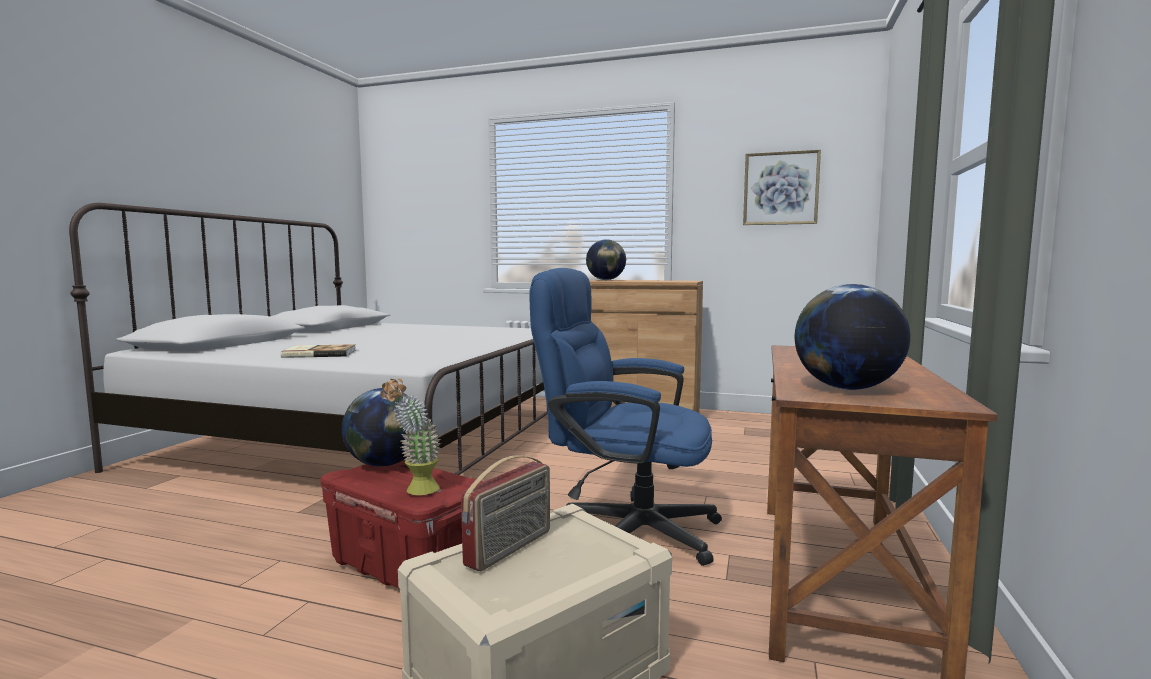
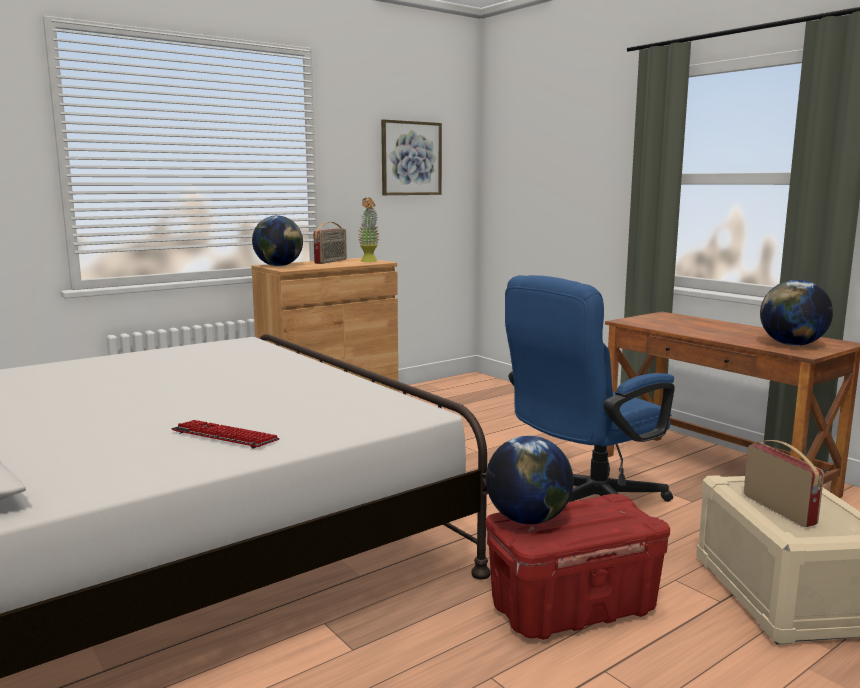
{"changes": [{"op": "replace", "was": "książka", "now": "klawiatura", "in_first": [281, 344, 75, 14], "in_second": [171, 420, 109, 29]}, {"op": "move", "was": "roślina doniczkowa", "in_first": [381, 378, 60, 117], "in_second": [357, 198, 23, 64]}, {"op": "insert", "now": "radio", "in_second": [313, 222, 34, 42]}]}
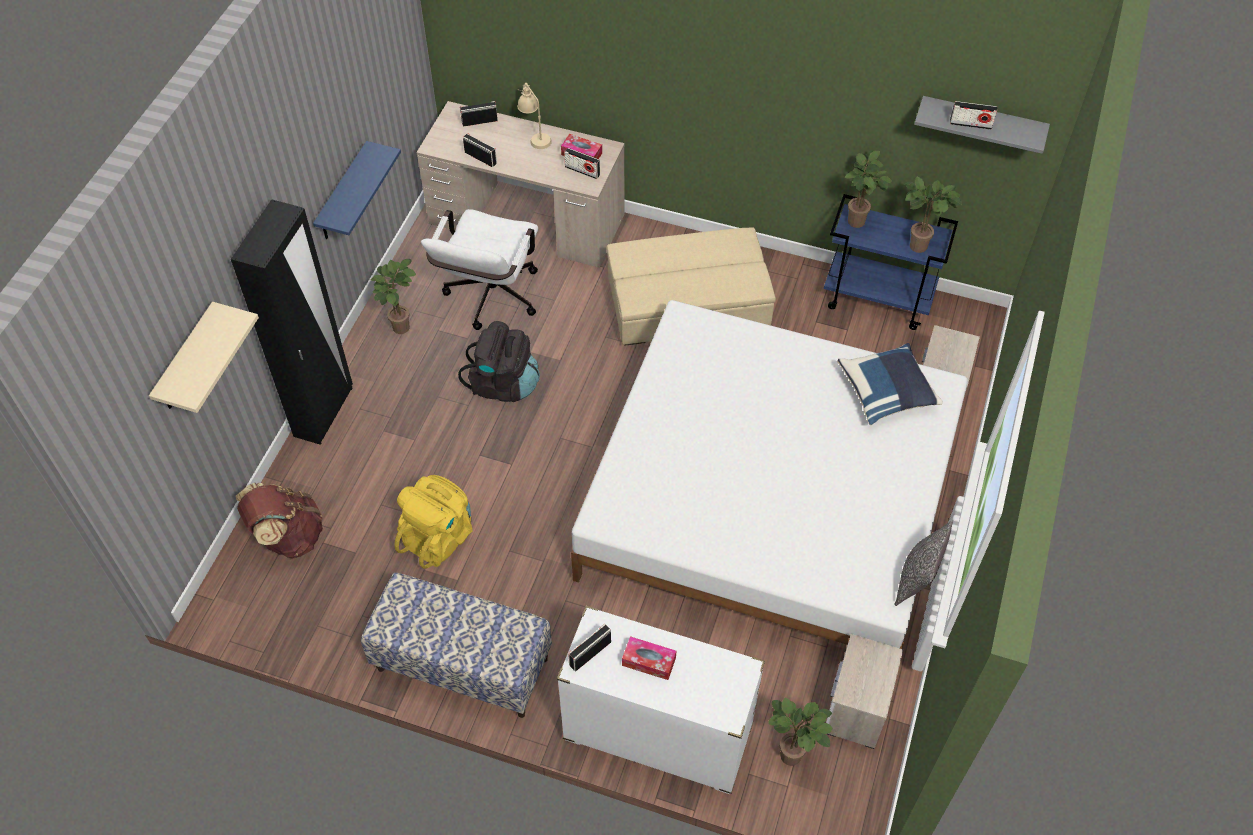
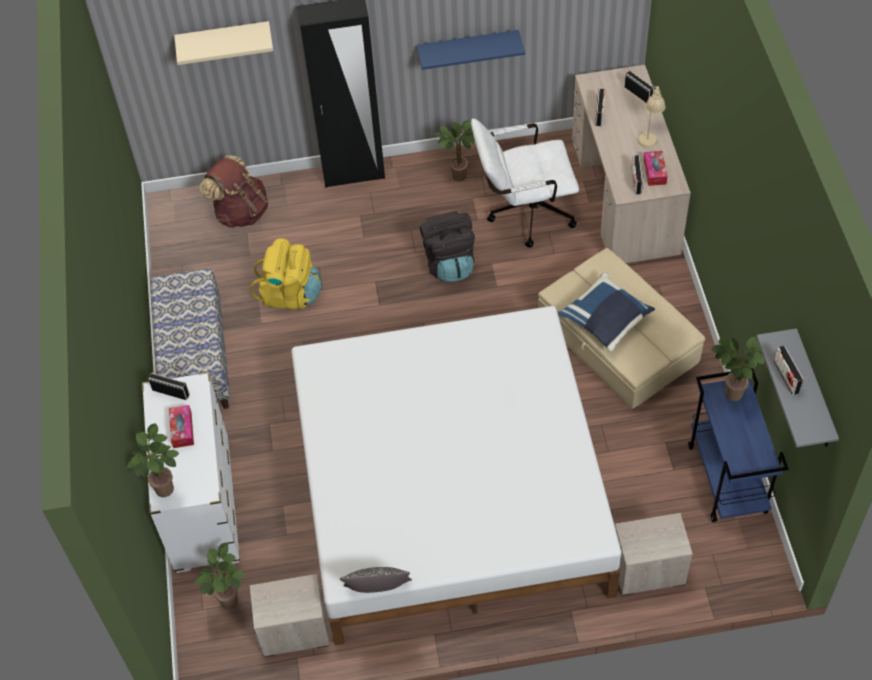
{"changes": [{"op": "move", "was": "roślina doniczkowa", "in_first": [905, 177, 57, 76], "in_second": [127, 423, 52, 74]}, {"op": "move", "was": "poduszka (niebieski)", "in_first": [837, 343, 106, 82], "in_second": [558, 272, 97, 80]}]}
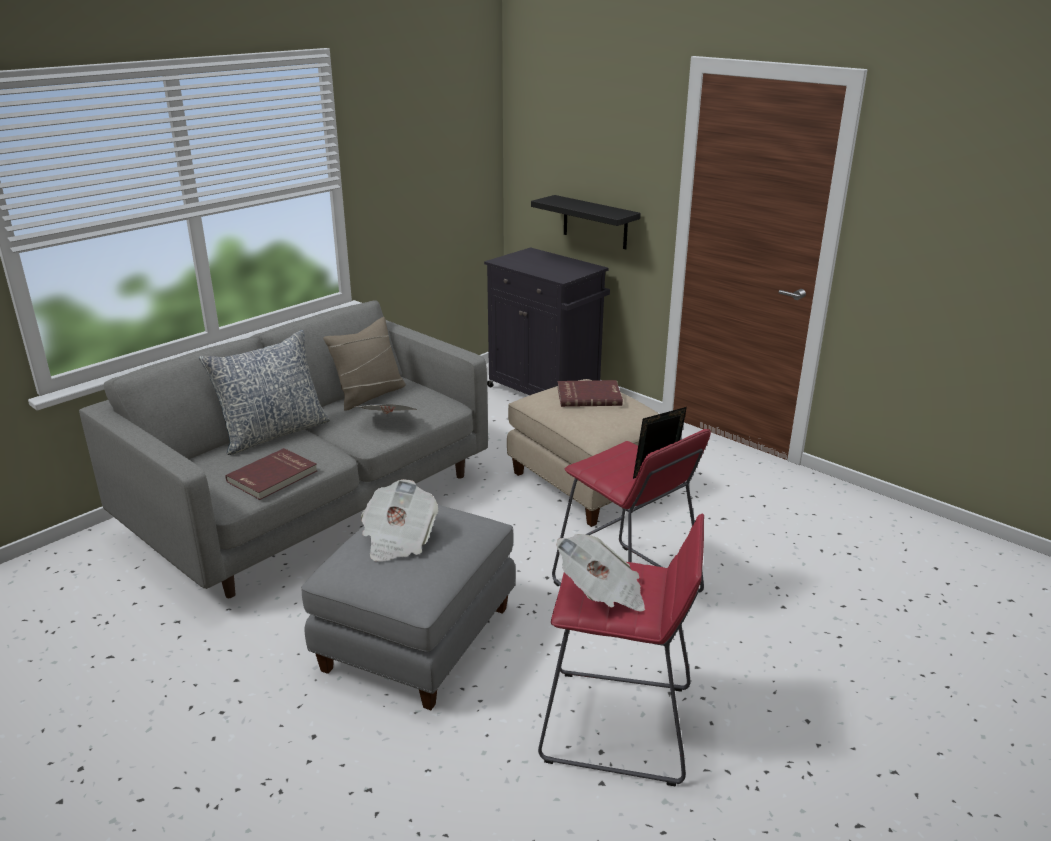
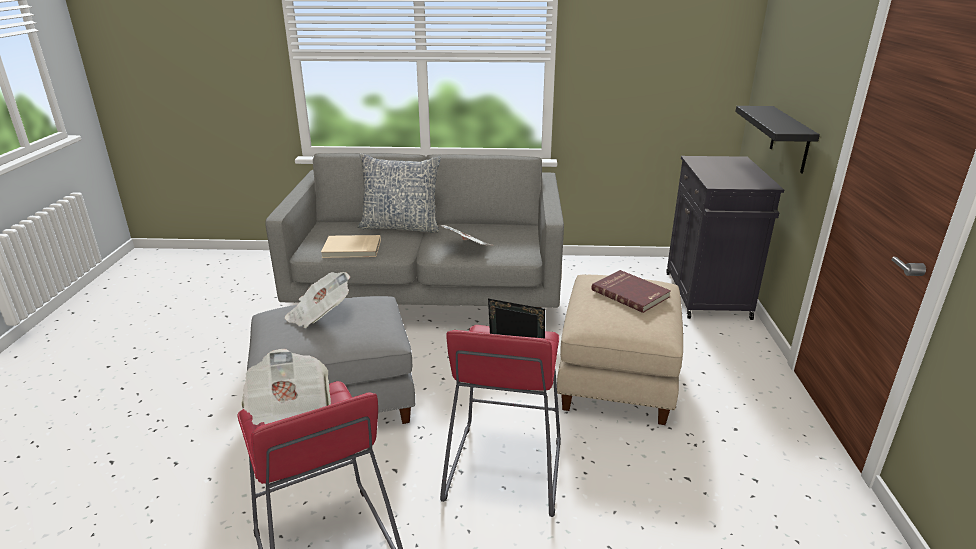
{"changes": [{"op": "delete", "was": "poduszka (beżowy)", "in_first": [323, 317, 83, 94]}, {"op": "recolor", "was": "książka (czerwony)", "now": "książka (beżowy)", "in_first": [225, 448, 92, 52], "in_second": [321, 235, 60, 23]}]}
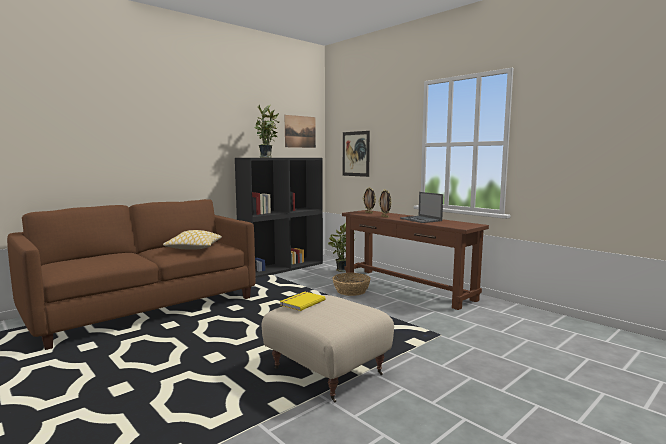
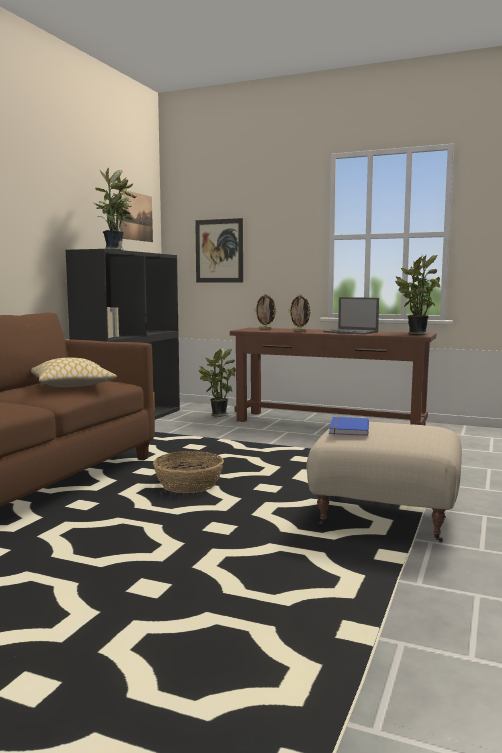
{"changes": [{"op": "move", "was": "koszyk", "in_first": [332, 273, 39, 23], "in_second": [153, 451, 71, 42]}, {"op": "recolor", "was": "książka (żółty)", "now": "książka (niebieski)", "in_first": [279, 292, 46, 19], "in_second": [329, 417, 40, 19]}, {"op": "insert", "now": "roślina doniczkowa", "in_second": [395, 255, 45, 80]}]}
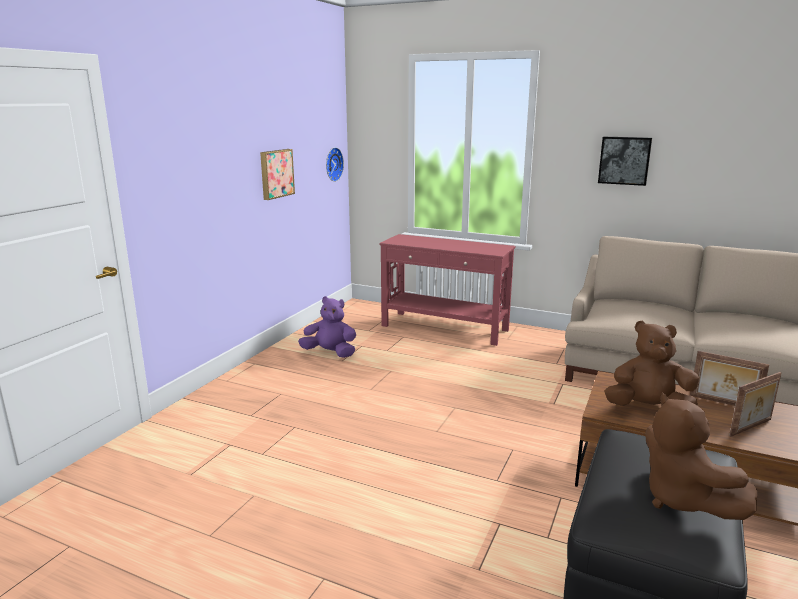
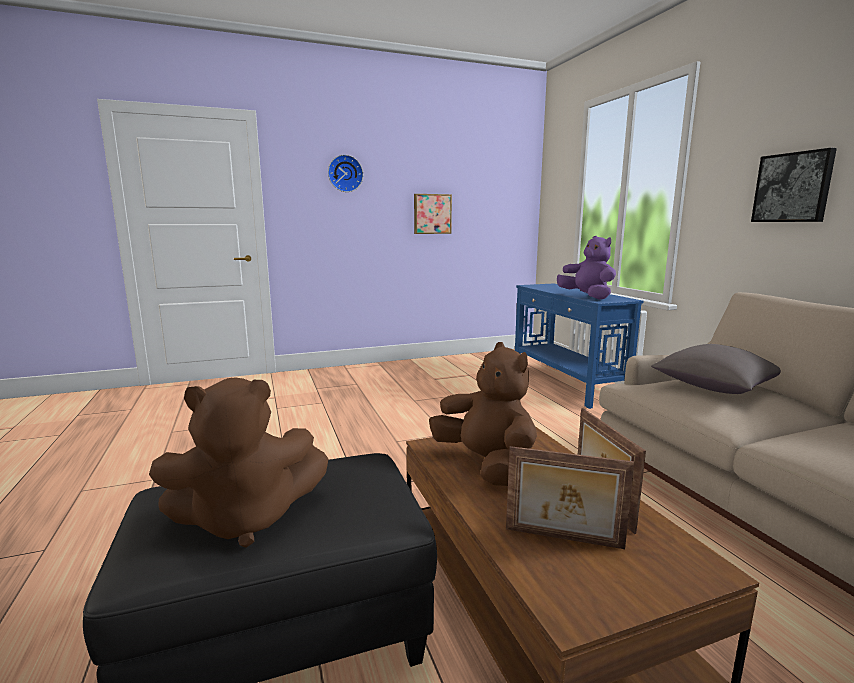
{"changes": [{"op": "move", "was": "zegar ścienny", "in_first": [326, 147, 18, 35], "in_second": [328, 155, 35, 37]}, {"op": "recolor", "was": "stolik konsolowy (czerwony)", "now": "stolik konsolowy (niebieski)", "in_first": [379, 234, 136, 112], "in_second": [515, 283, 128, 126]}, {"op": "move", "was": "pluszak (fioletowy)", "in_first": [298, 296, 58, 62], "in_second": [557, 236, 59, 63]}, {"op": "rotate", "was": "pluszak (brązowy)", "in_first": [645, 393, 112, 127], "in_second": [149, 377, 179, 171], "clockwise": -135}, {"op": "insert", "now": "poduszka (szary)", "in_second": [651, 344, 130, 50]}]}
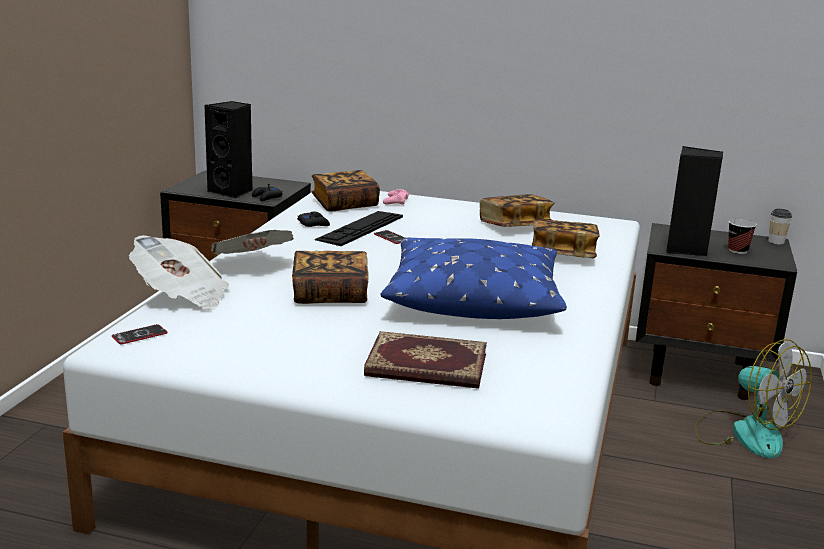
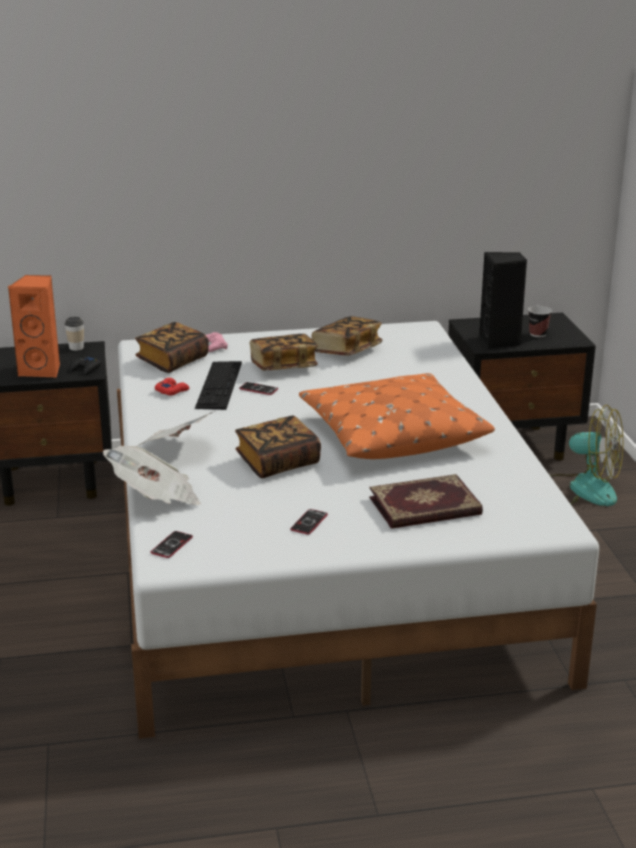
{"changes": [{"op": "recolor", "was": "głośnik (czarny)", "now": "głośnik (pomarańczowy)", "in_first": [204, 101, 49, 98], "in_second": [8, 275, 52, 103]}, {"op": "move", "was": "filiżanka", "in_first": [769, 209, 23, 35], "in_second": [65, 317, 19, 34]}, {"op": "recolor", "was": "pad do gier (czarny)", "now": "pad do gier (czerwony)", "in_first": [297, 212, 33, 15], "in_second": [155, 378, 34, 18]}, {"op": "move", "was": "książka", "in_first": [532, 219, 68, 39], "in_second": [250, 334, 68, 36]}, {"op": "recolor", "was": "poduszka (niebieski)", "now": "poduszka (pomarańczowy)", "in_first": [380, 238, 187, 81], "in_second": [299, 373, 196, 86]}, {"op": "insert", "now": "telefon", "in_second": [290, 509, 38, 26]}]}
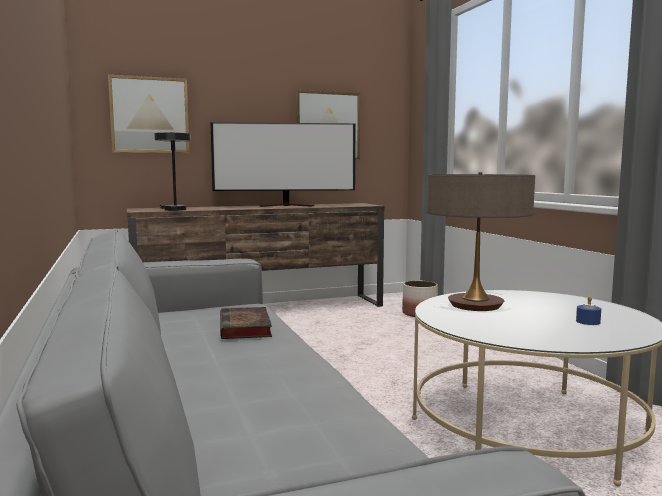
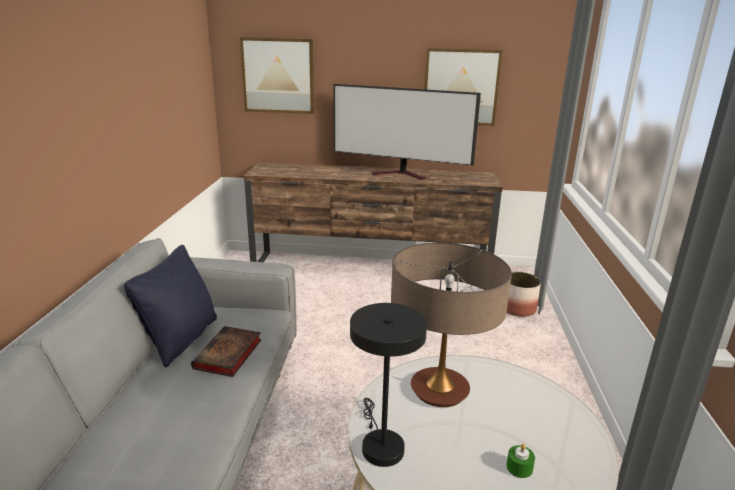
{"changes": [{"op": "move", "was": "lampa stołowa (czarny)", "in_first": [154, 132, 37, 79], "in_second": [350, 303, 77, 164]}, {"op": "recolor", "was": "świeca (niebieski)", "now": "świeca (zielony)", "in_first": [576, 296, 25, 29], "in_second": [506, 444, 29, 34]}, {"op": "insert", "now": "poduszka (czarny)", "in_second": [124, 245, 93, 122]}]}
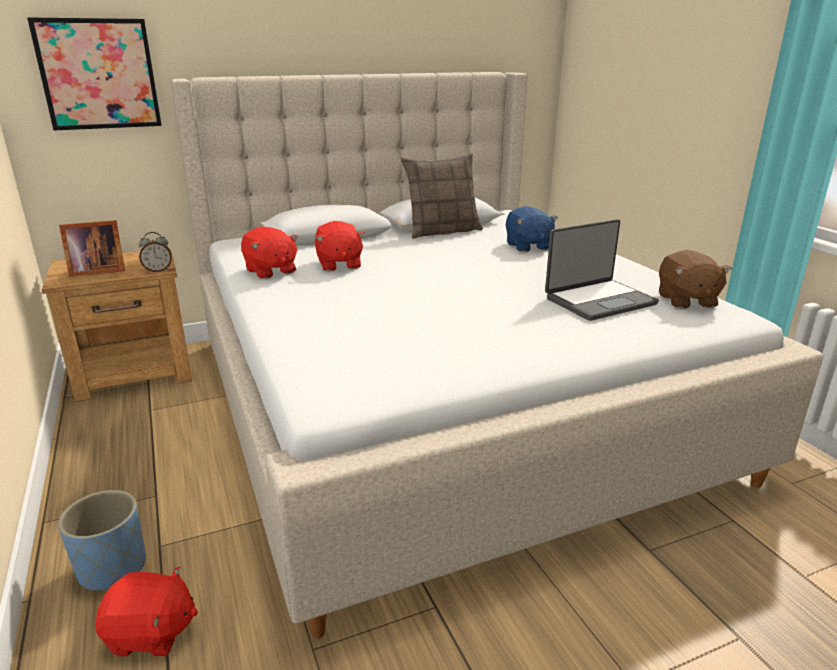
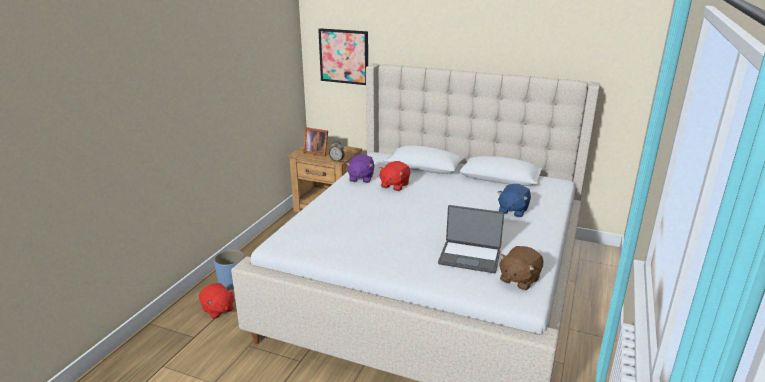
{"changes": [{"op": "delete", "was": "poduszka", "in_first": [401, 152, 82, 87]}, {"op": "recolor", "was": "pluszak (czerwony)", "now": "pluszak (fioletowy)", "in_first": [241, 227, 57, 52], "in_second": [346, 154, 28, 29]}]}
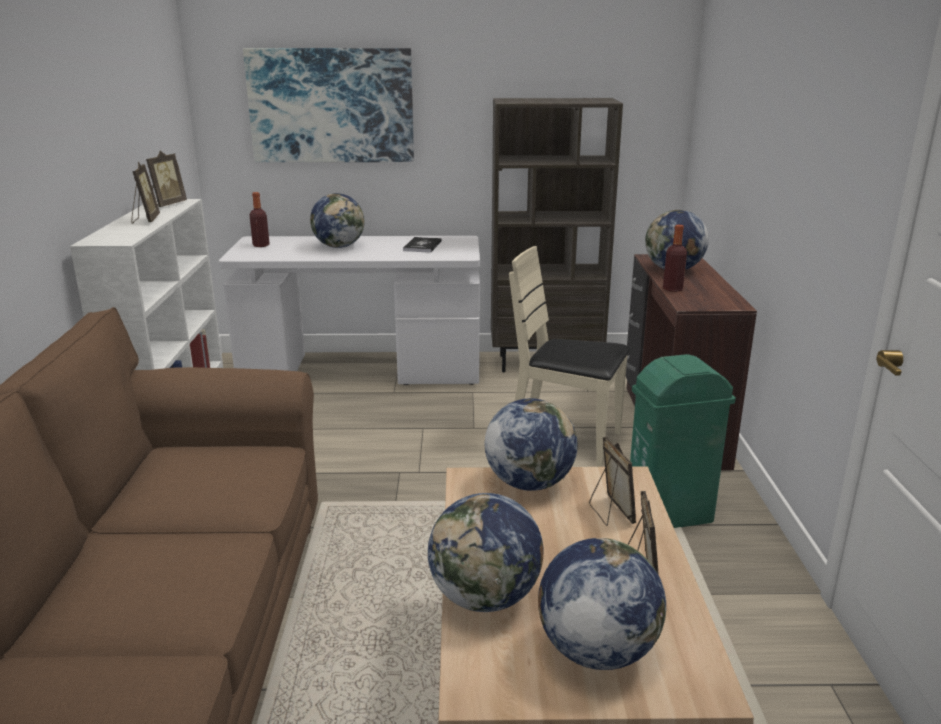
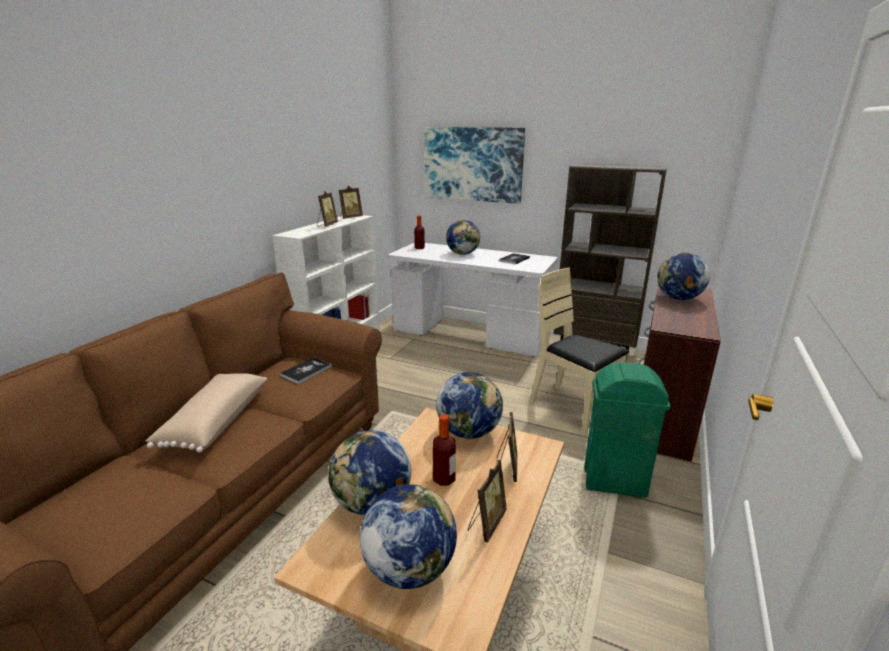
{"changes": [{"op": "move", "was": "butelka", "in_first": [663, 225, 24, 67], "in_second": [433, 414, 23, 72]}, {"op": "insert", "now": "książka", "in_second": [280, 357, 52, 27]}, {"op": "insert", "now": "poduszka (beżowy)", "in_second": [146, 373, 121, 80]}]}
